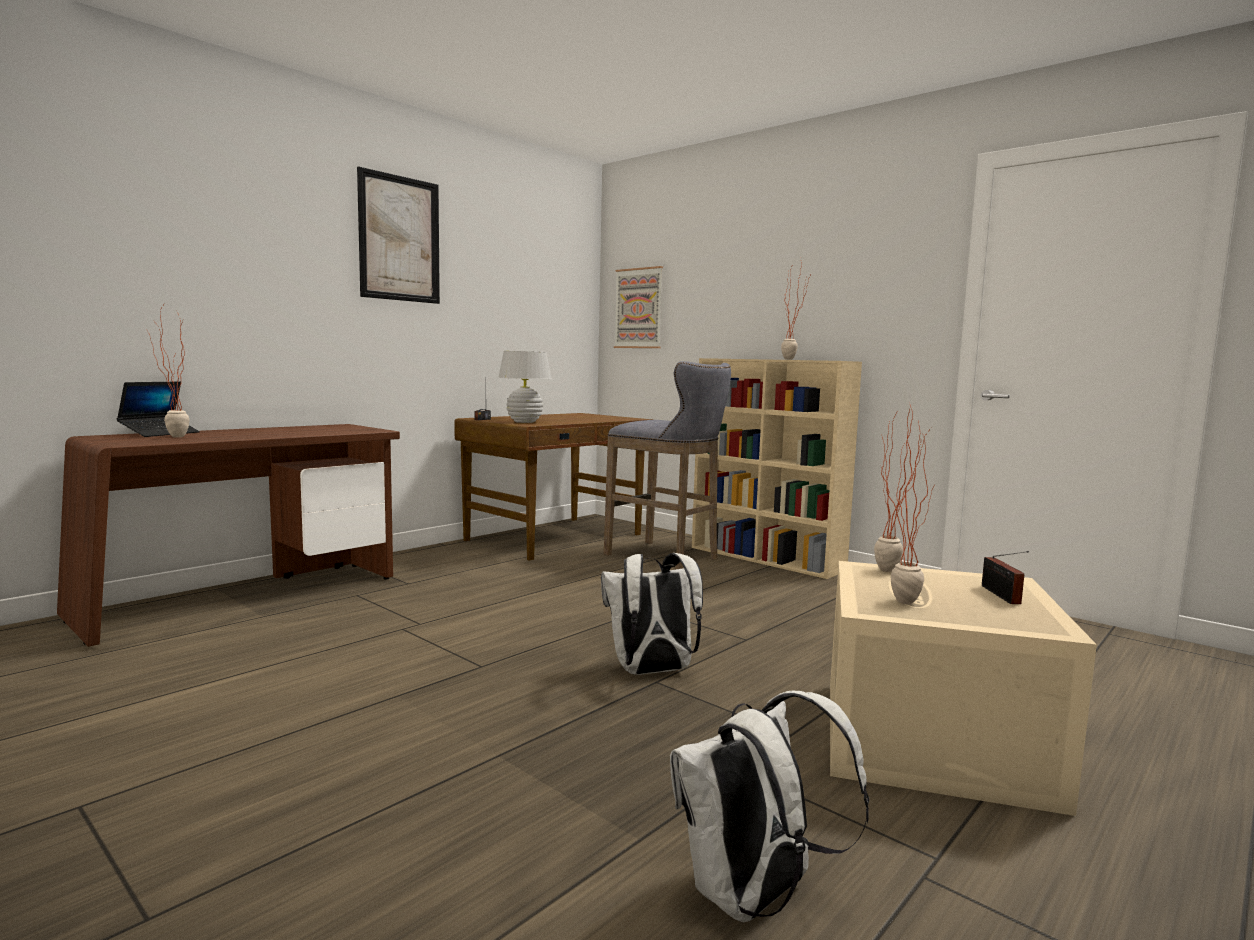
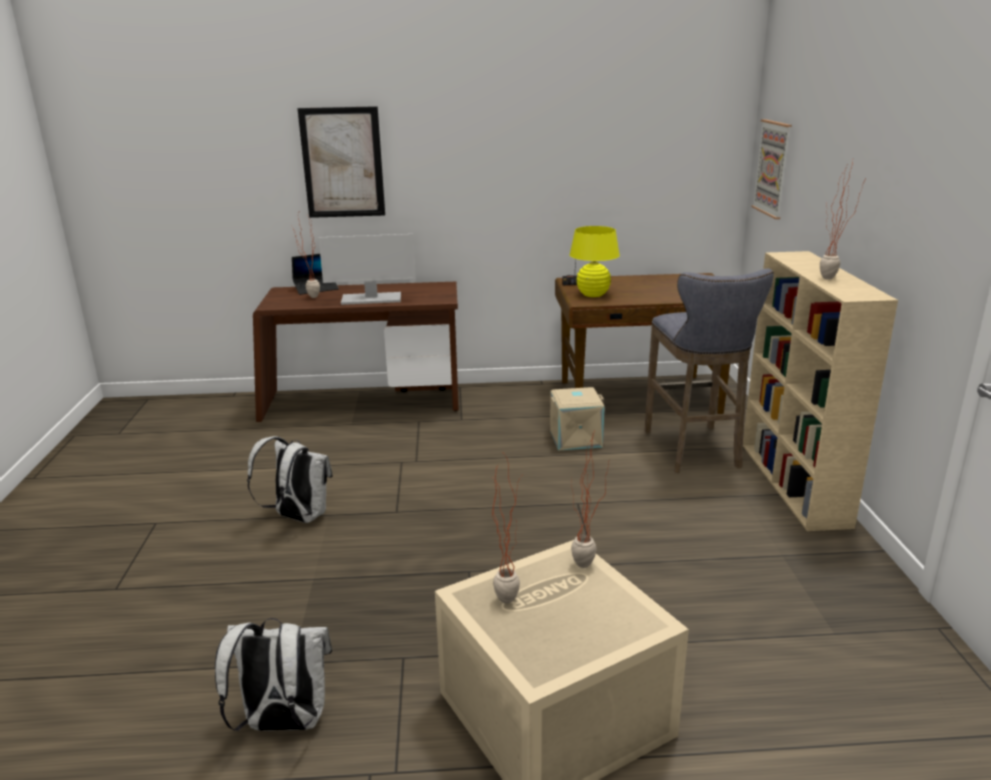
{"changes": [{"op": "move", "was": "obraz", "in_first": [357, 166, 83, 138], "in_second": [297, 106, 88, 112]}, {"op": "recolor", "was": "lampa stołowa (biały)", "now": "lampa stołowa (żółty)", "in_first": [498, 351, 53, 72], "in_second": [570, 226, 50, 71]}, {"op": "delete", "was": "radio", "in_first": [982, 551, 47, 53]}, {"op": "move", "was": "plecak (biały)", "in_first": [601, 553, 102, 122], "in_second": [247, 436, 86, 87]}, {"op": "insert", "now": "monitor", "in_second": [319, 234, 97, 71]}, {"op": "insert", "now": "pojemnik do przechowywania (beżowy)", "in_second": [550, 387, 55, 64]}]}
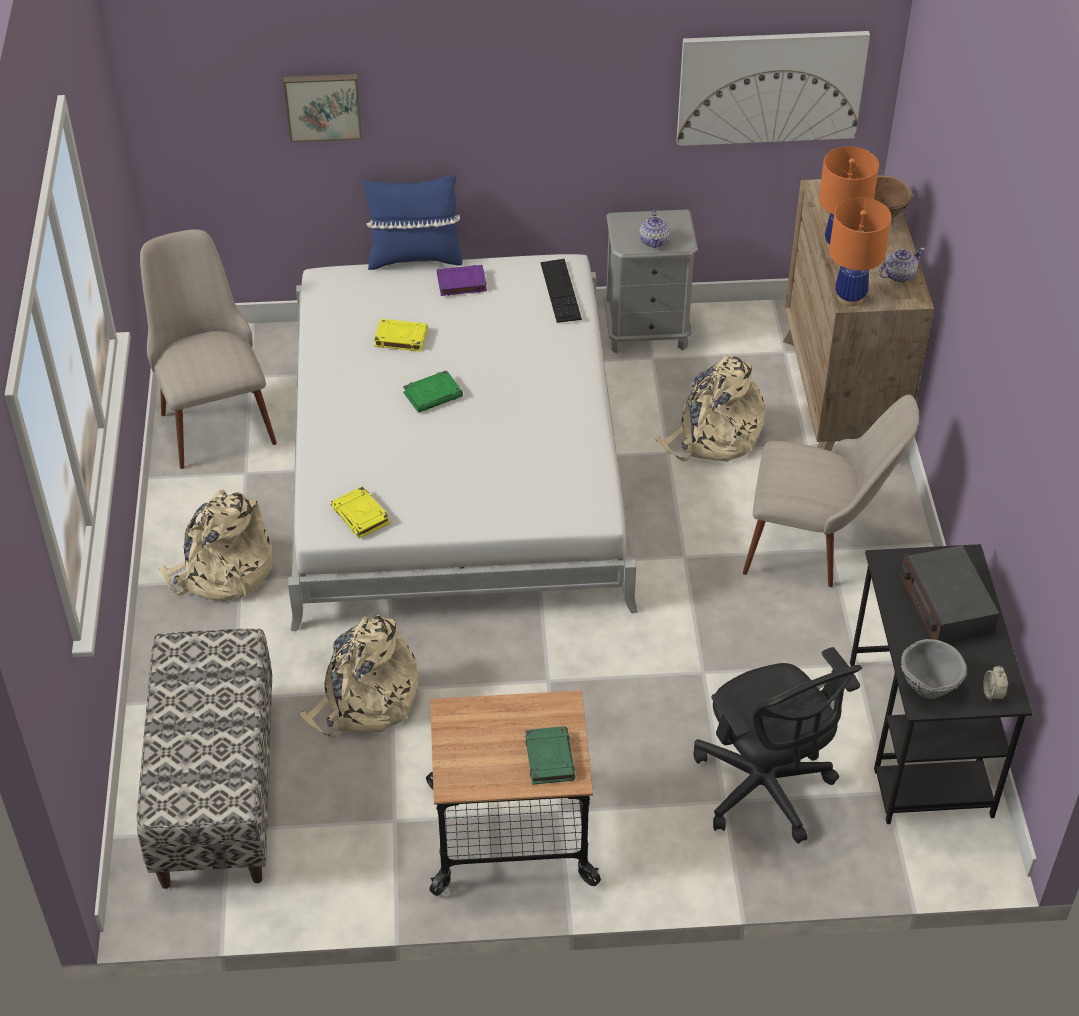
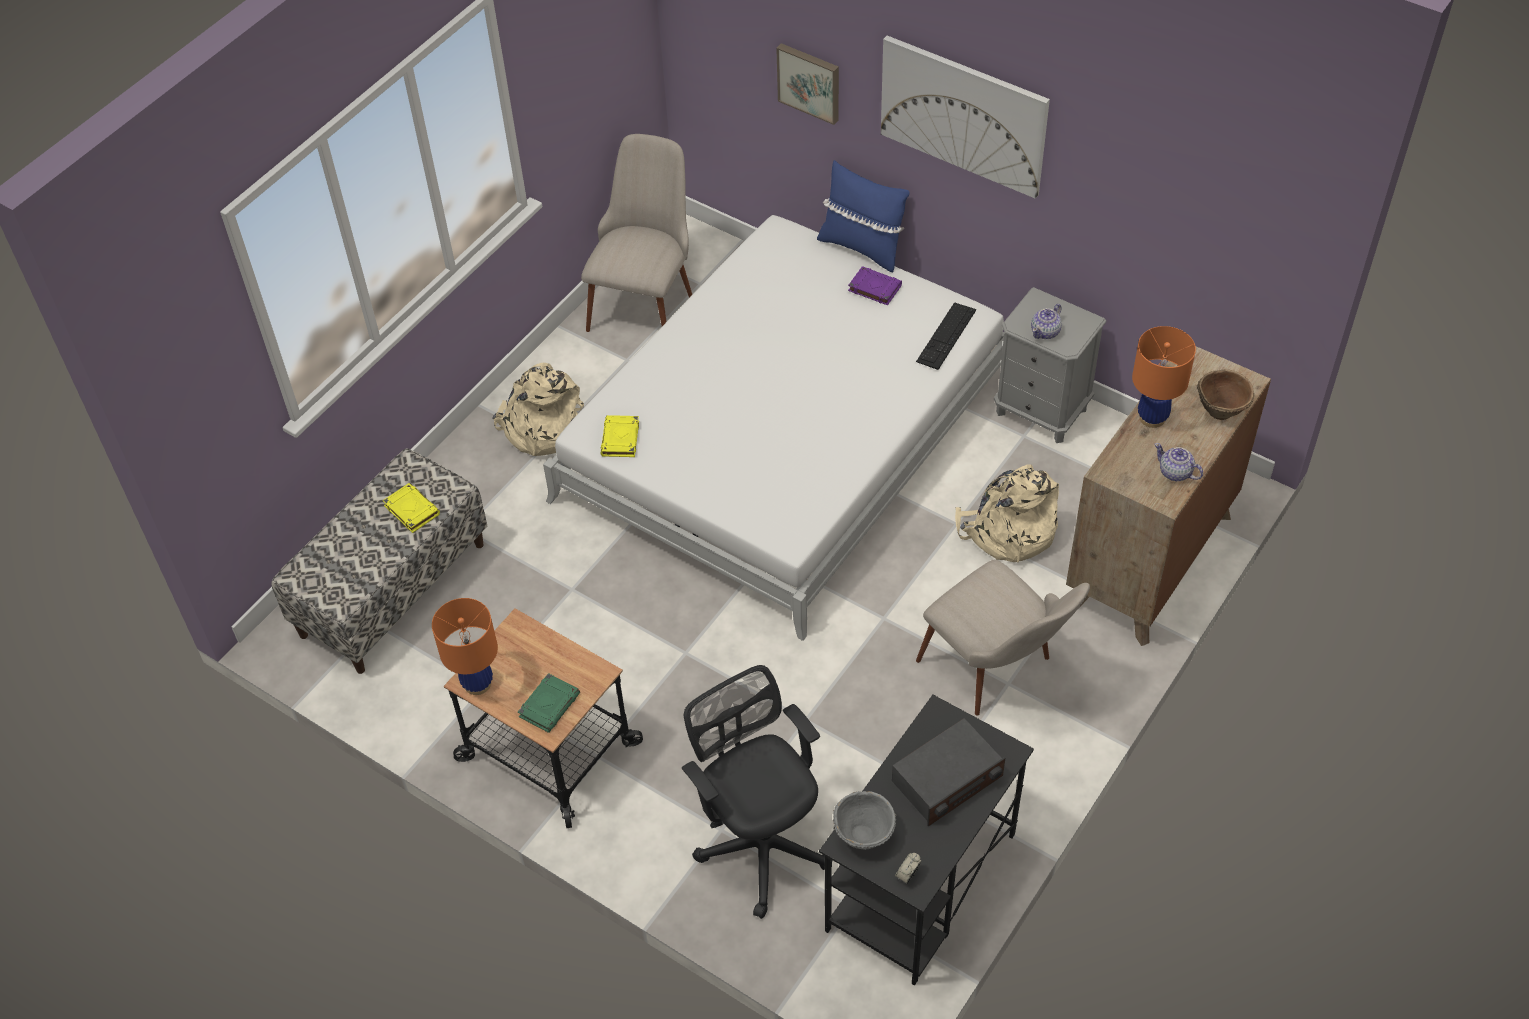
{"changes": [{"op": "move", "was": "obraz", "in_first": [676, 31, 194, 115], "in_second": [881, 36, 169, 163]}, {"op": "move", "was": "lampa stołowa (pomarańczowy)", "in_first": [829, 197, 63, 109], "in_second": [432, 598, 66, 97]}, {"op": "rotate", "was": "imbryk", "in_first": [879, 247, 46, 35], "in_second": [1154, 443, 49, 38], "clockwise": -150}, {"op": "move", "was": "książka (żółty)", "in_first": [374, 319, 54, 32], "in_second": [383, 483, 57, 50]}, {"op": "delete", "was": "książka (zielony)", "in_first": [403, 370, 60, 43]}, {"op": "rotate", "was": "radio", "in_first": [900, 545, 99, 98], "in_second": [892, 718, 113, 108], "clockwise": -150}, {"op": "delete", "was": "plecak (beżowy)", "in_first": [299, 615, 119, 123]}, {"op": "rotate", "was": "krzesło biurowe (czarny)", "in_first": [694, 647, 168, 196], "in_second": [682, 665, 150, 254], "clockwise": 135}]}
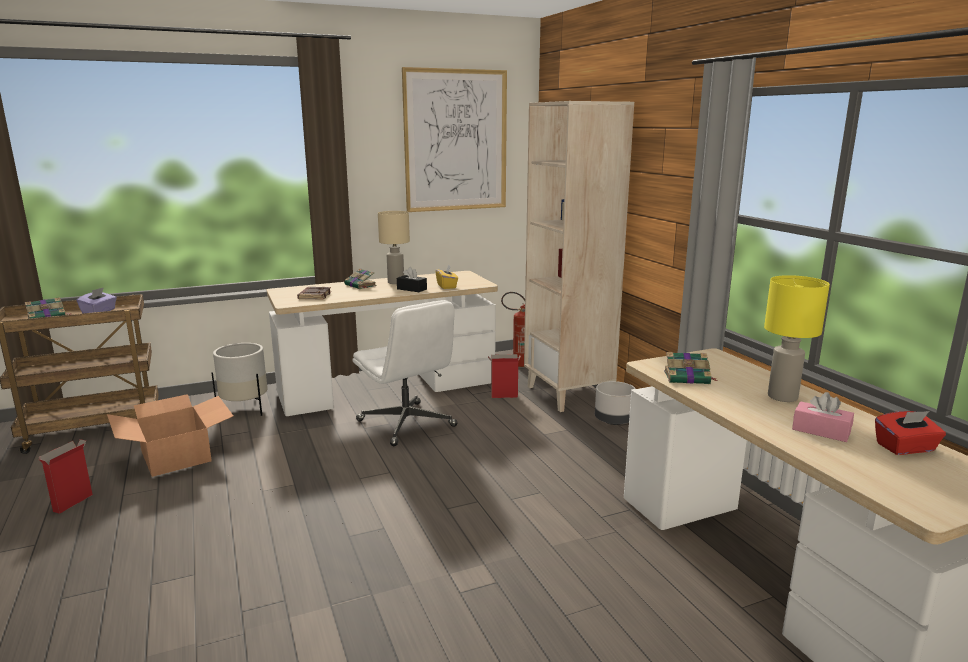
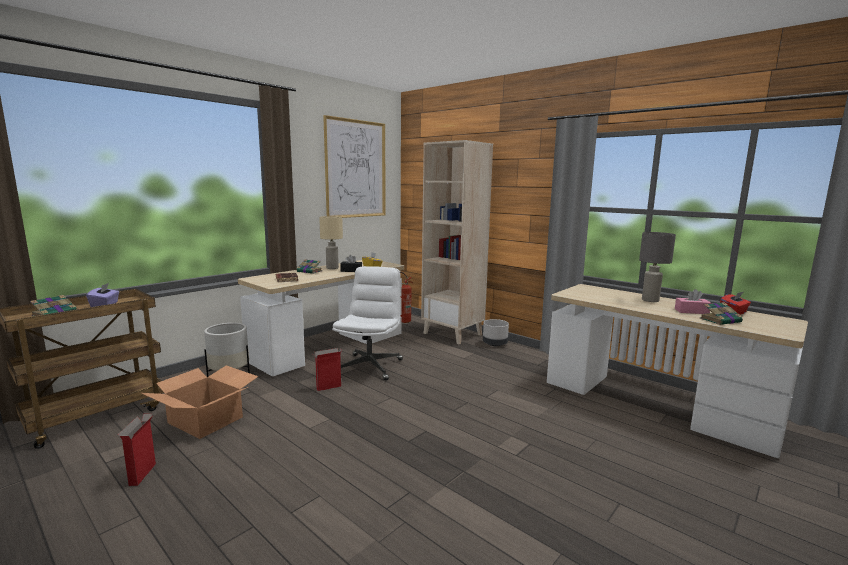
{"changes": [{"op": "recolor", "was": "lampa stołowa (żółty)", "now": "lampa stołowa (szary)", "in_first": [764, 275, 66, 127], "in_second": [639, 232, 37, 70]}, {"op": "rotate", "was": "krzesło biurowe (biały)", "in_first": [352, 300, 106, 146], "in_second": [332, 266, 71, 115], "clockwise": -105}, {"op": "move", "was": "książka", "in_first": [664, 352, 54, 32], "in_second": [700, 302, 43, 23]}, {"op": "move", "was": "karton", "in_first": [488, 354, 33, 44], "in_second": [315, 348, 27, 43]}]}
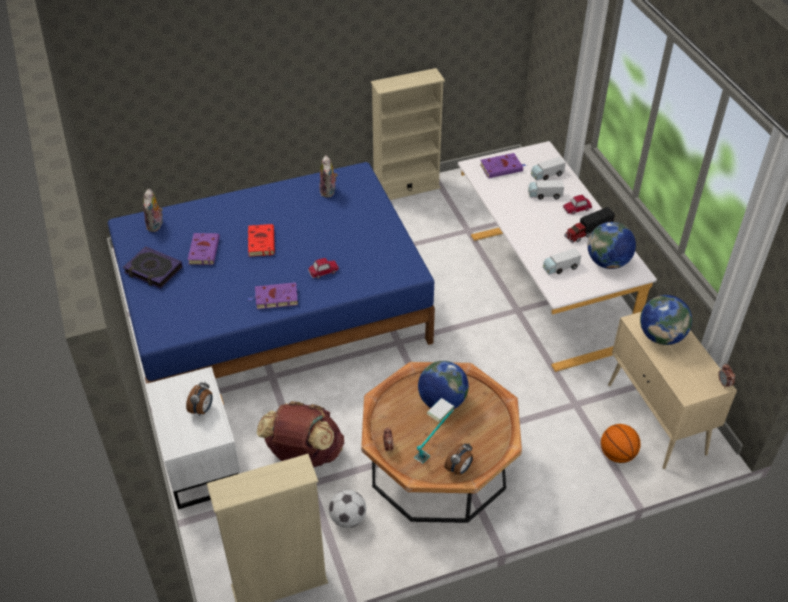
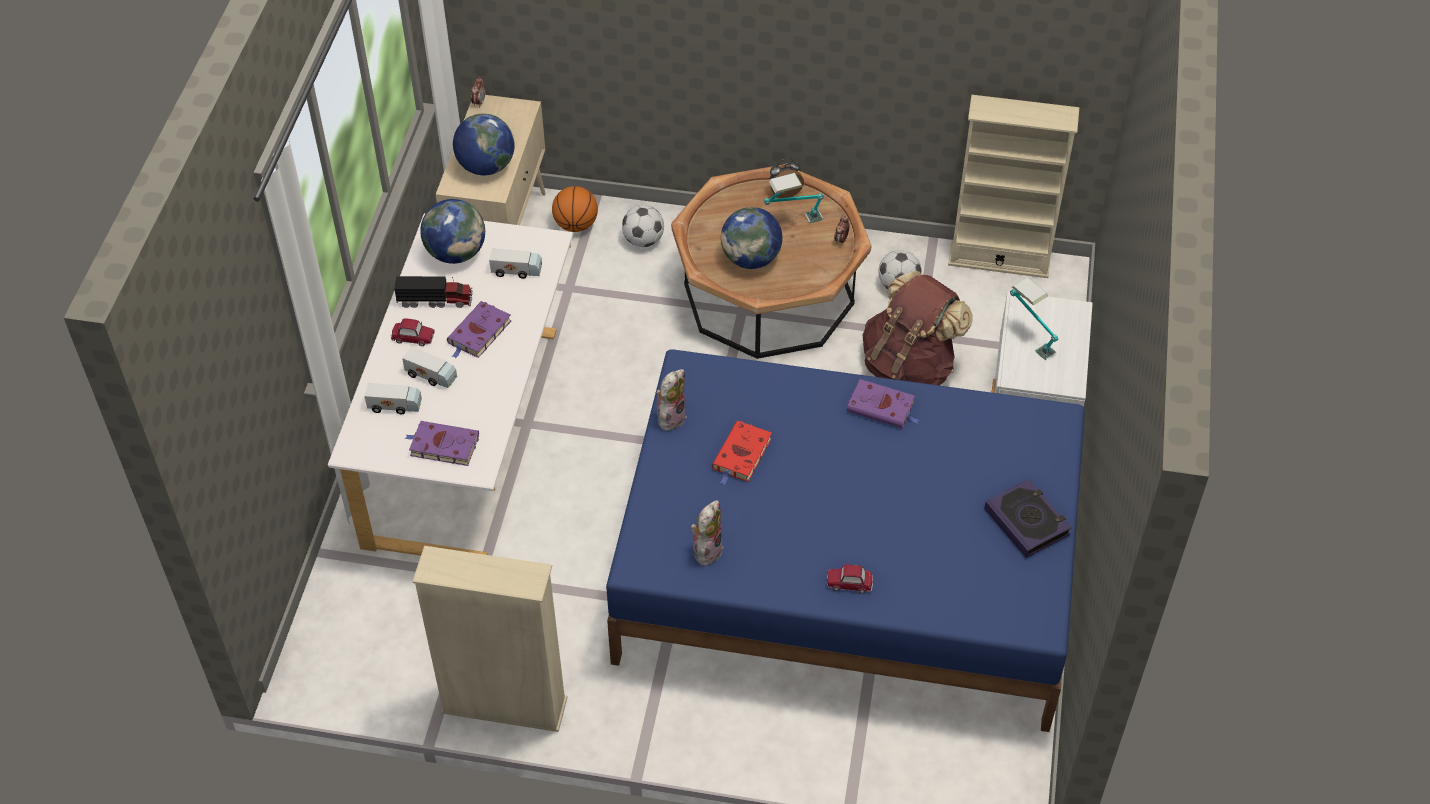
{"changes": [{"op": "move", "was": "pluszak", "in_first": [143, 189, 20, 43], "in_second": [656, 369, 31, 62]}, {"op": "move", "was": "książka (czerwony)", "in_first": [248, 224, 27, 33], "in_second": [712, 421, 60, 64]}, {"op": "move", "was": "książka (fioletowy)", "in_first": [187, 233, 33, 32], "in_second": [447, 301, 64, 58]}, {"op": "move", "was": "samochodzik", "in_first": [308, 258, 31, 21], "in_second": [827, 565, 46, 28]}, {"op": "replace", "was": "budzik", "now": "lampa stołowa", "in_first": [186, 382, 27, 34], "in_second": [1010, 277, 48, 83]}, {"op": "insert", "now": "piłka futbolowa", "in_second": [622, 205, 42, 42]}]}
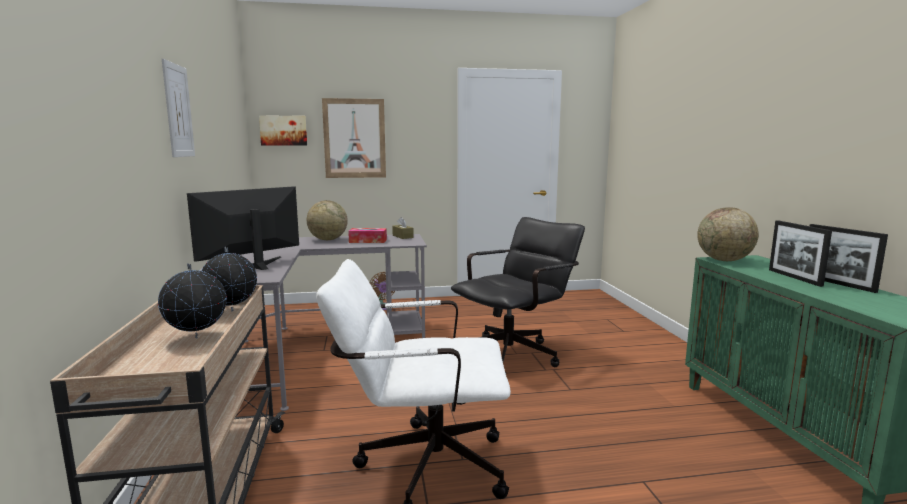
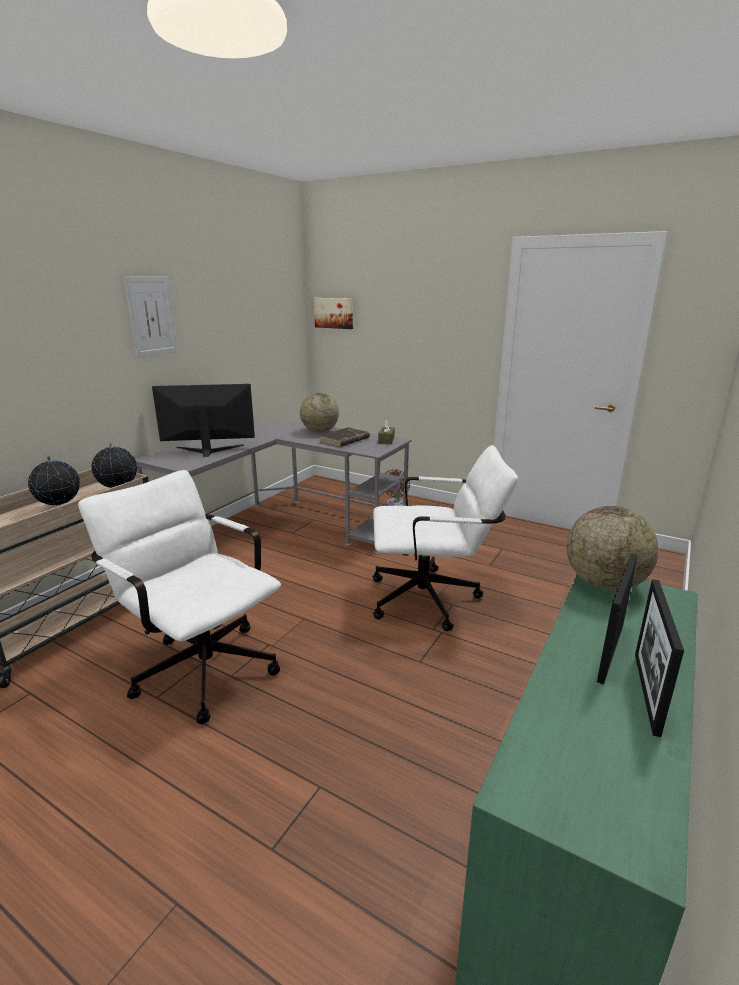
{"changes": [{"op": "delete", "was": "obraz", "in_first": [322, 98, 64, 80]}, {"op": "recolor", "was": "krzesło biurowe (czarny)", "now": "krzesło biurowe (biały)", "in_first": [451, 217, 134, 156], "in_second": [372, 445, 146, 186]}, {"op": "replace", "was": "pudełko chusteczek", "now": "książka (brązowy)", "in_first": [348, 228, 39, 15], "in_second": [319, 427, 51, 20]}]}
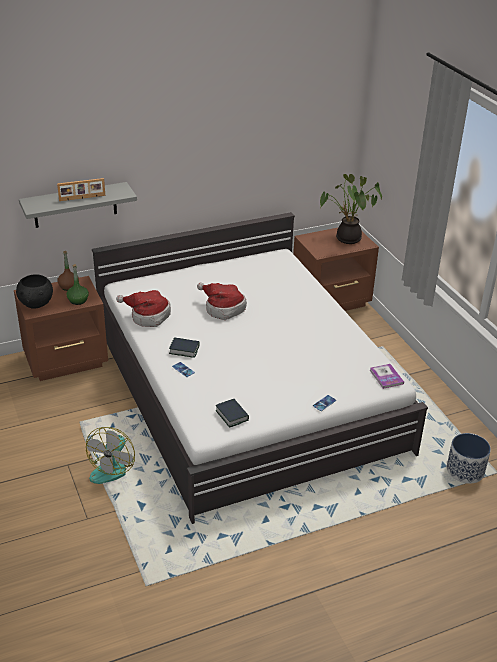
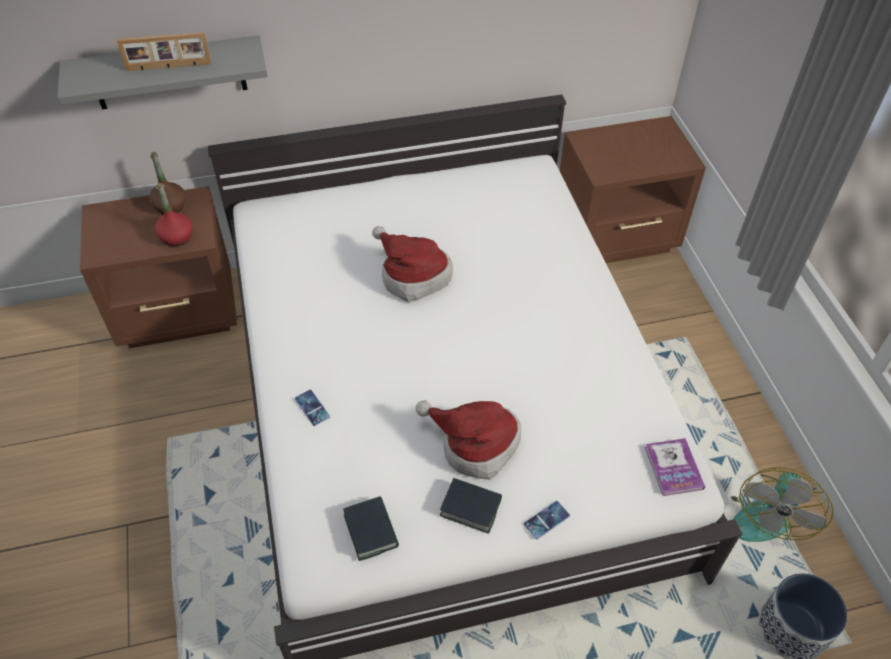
{"changes": [{"op": "delete", "was": "roślina doniczkowa", "in_first": [320, 174, 62, 70]}, {"op": "recolor", "was": "butelka (zielony)", "now": "butelka (czerwony)", "in_first": [67, 264, 22, 41], "in_second": [155, 183, 37, 63]}, {"op": "delete", "was": "miska (czarny)", "in_first": [16, 274, 37, 35]}, {"op": "move", "was": "kapelusz", "in_first": [116, 290, 55, 37], "in_second": [416, 400, 105, 80]}, {"op": "move", "was": "książka", "in_first": [169, 337, 31, 21], "in_second": [440, 478, 62, 56]}, {"op": "move", "was": "wentylator", "in_first": [86, 427, 49, 57], "in_second": [731, 467, 103, 75]}]}
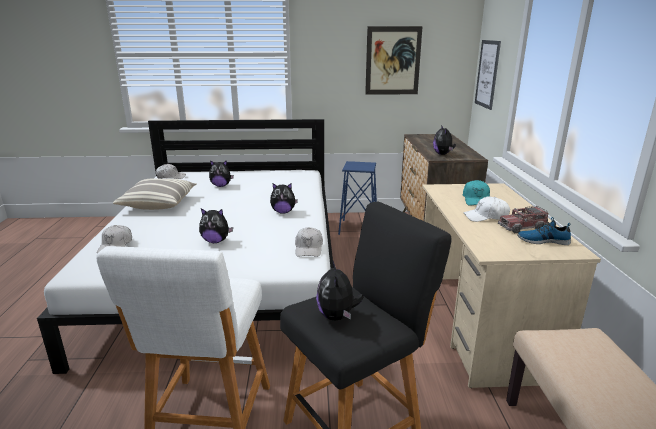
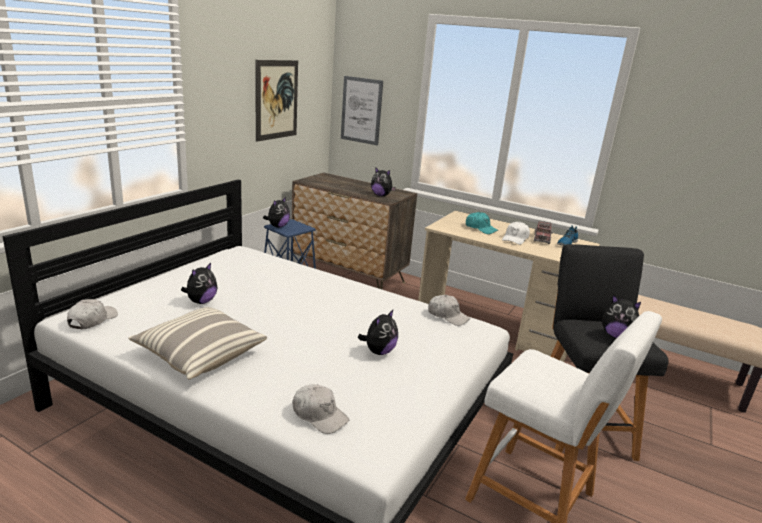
{"changes": [{"op": "move", "was": "pluszak", "in_first": [270, 183, 28, 31], "in_second": [263, 197, 27, 31]}]}
